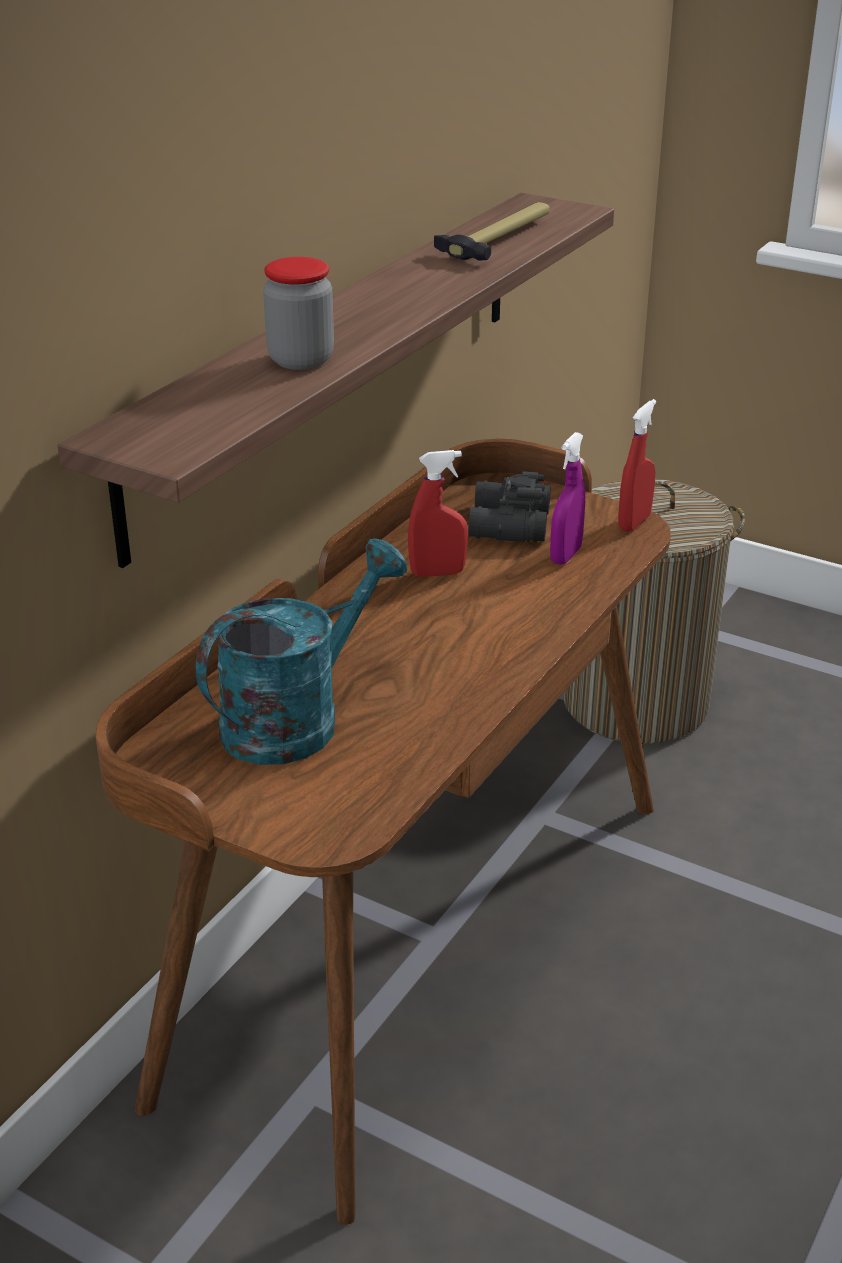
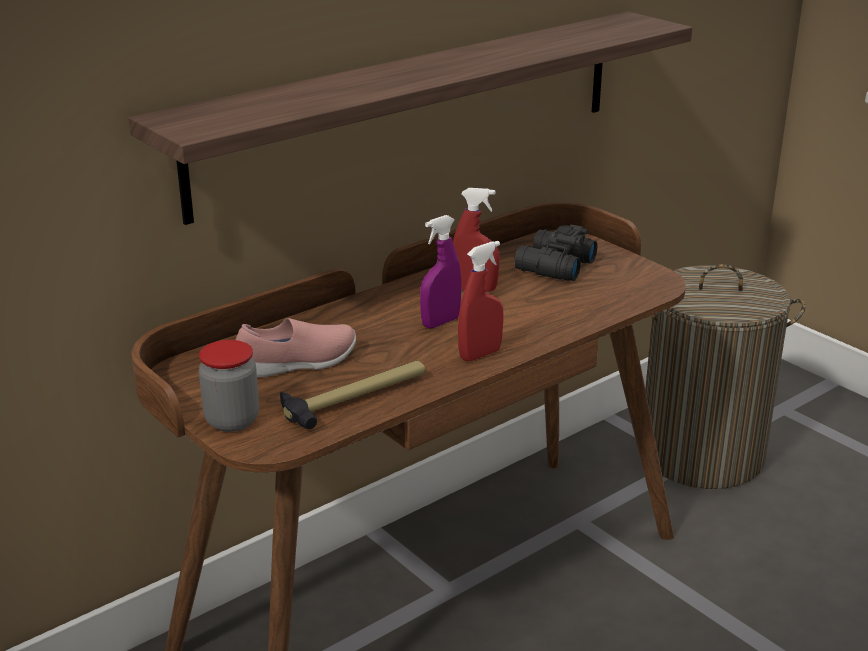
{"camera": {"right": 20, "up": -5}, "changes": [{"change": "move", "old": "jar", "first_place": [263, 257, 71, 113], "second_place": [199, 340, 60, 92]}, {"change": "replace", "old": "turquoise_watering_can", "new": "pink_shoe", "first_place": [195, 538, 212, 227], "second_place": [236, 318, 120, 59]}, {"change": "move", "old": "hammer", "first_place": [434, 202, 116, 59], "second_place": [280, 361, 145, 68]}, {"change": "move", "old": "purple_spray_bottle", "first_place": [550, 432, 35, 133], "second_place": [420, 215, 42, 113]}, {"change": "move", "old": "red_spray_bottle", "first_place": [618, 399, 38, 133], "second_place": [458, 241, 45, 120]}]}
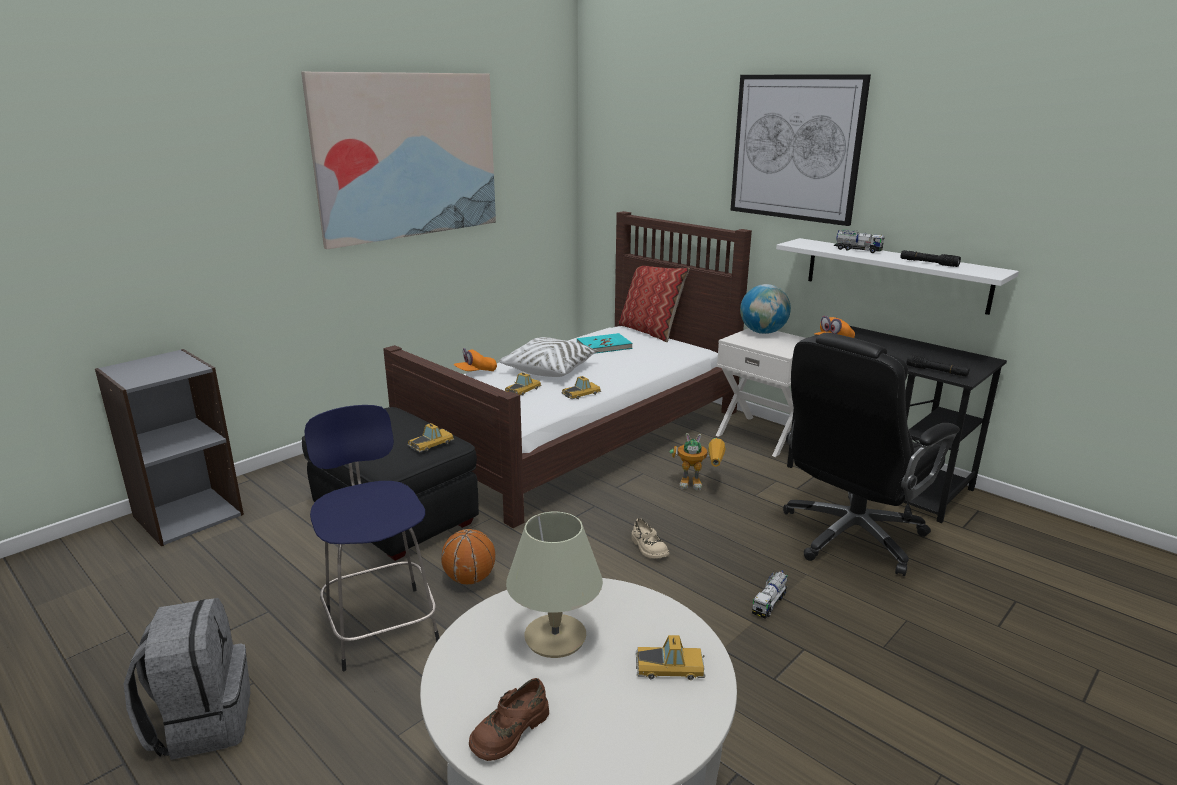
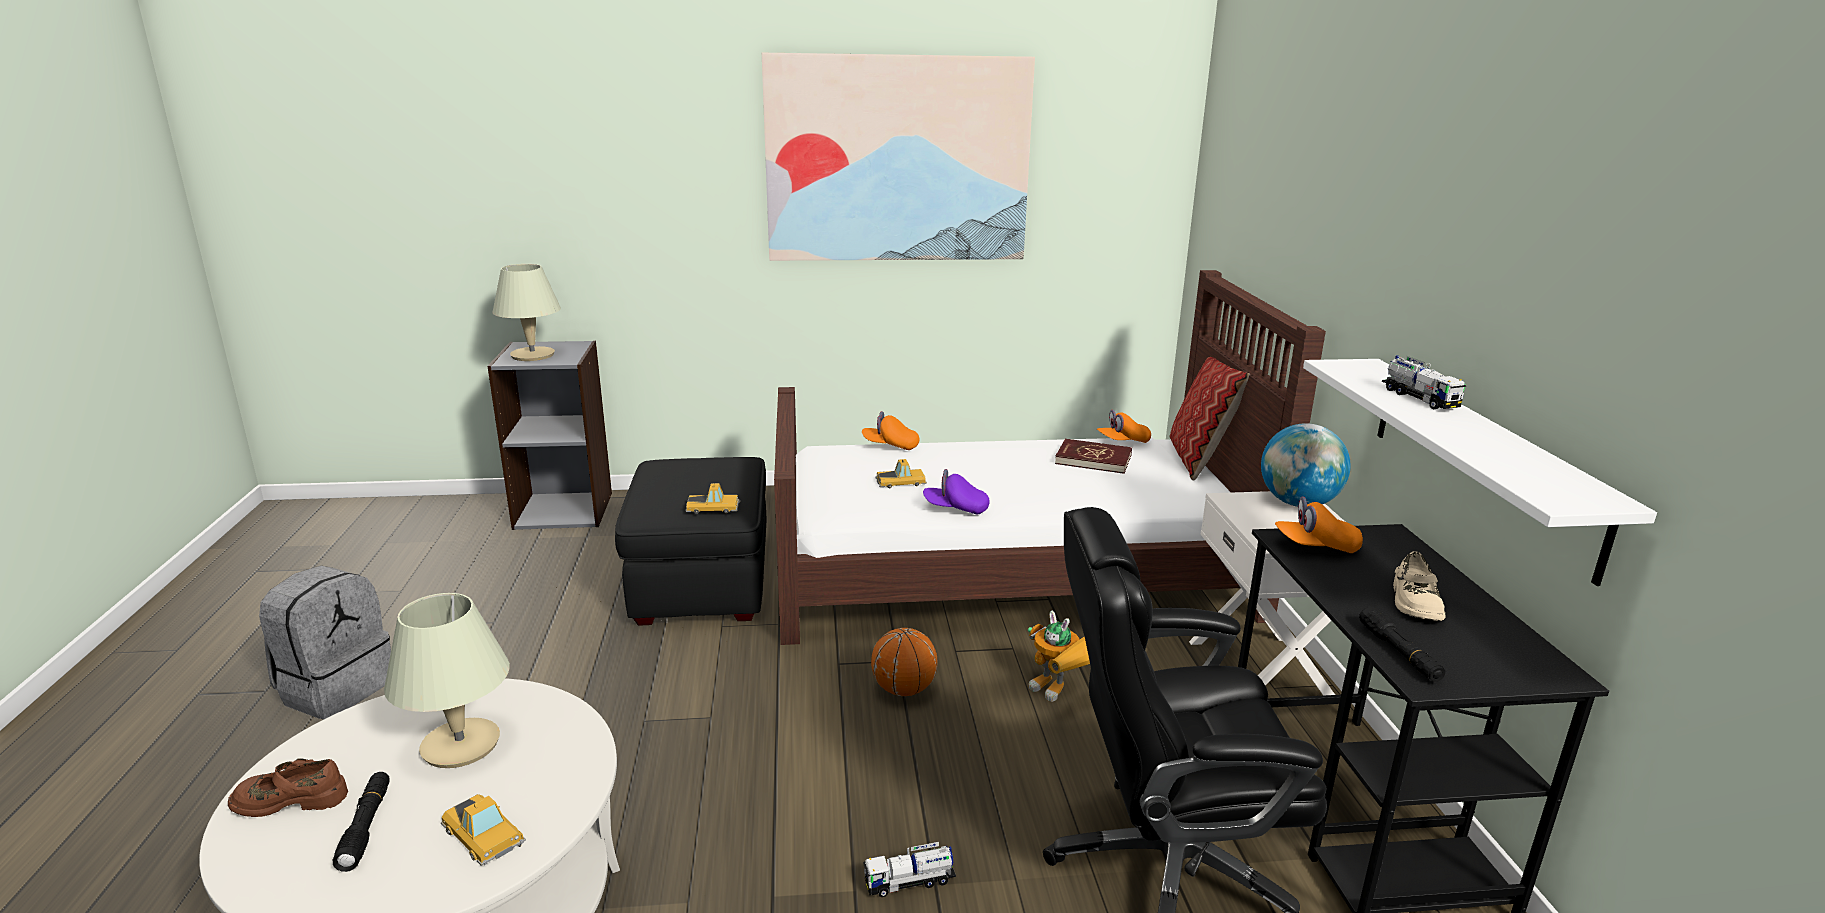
{"camera": {"right": 40, "up": 0}, "changes": [{"change": "move", "old": "black_flashlight", "first_place": [900, 250, 61, 17], "second_place": [333, 772, 57, 100]}, {"change": "insert", "new": "beige_table_lamp", "second_place": [492, 264, 69, 97]}, {"change": "move", "old": "basketball", "first_place": [441, 529, 54, 55], "second_place": [871, 628, 66, 68]}, {"change": "replace", "old": "toy_car", "new": "purple_cap", "first_place": [562, 376, 39, 23], "second_place": [923, 469, 67, 45]}, {"change": "recolor", "old": "turquoise_book", "new": "red_book", "first_place": [577, 333, 56, 20], "second_place": [1055, 439, 77, 35]}, {"change": "insert", "new": "orange_cap", "second_place": [1097, 410, 54, 33]}, {"change": "move", "old": "beige_shoe", "first_place": [631, 518, 39, 41], "second_place": [1393, 551, 52, 70]}, {"change": "delete", "old": "blue_stool", "first_place": [304, 405, 135, 266]}, {"change": "delete", "old": "white_pillow", "first_place": [498, 337, 101, 40]}, {"change": "delete", "old": "picture", "first_place": [731, 74, 140, 152]}]}
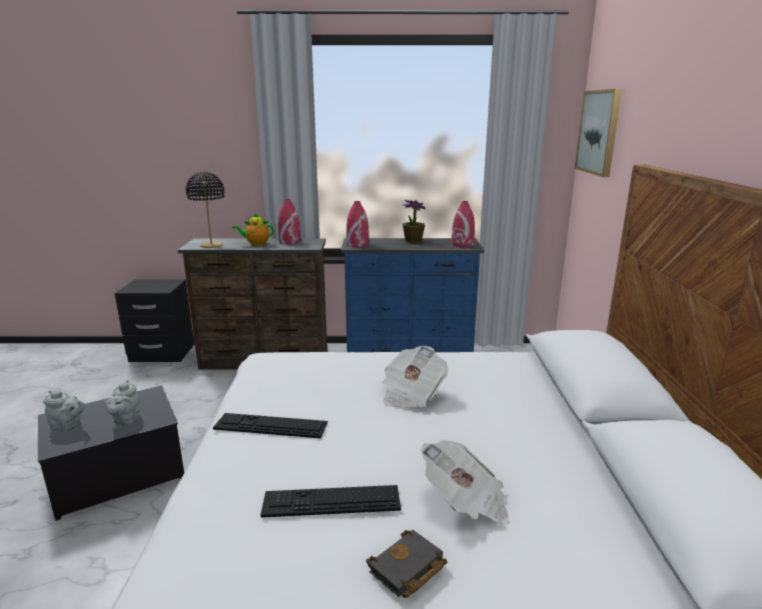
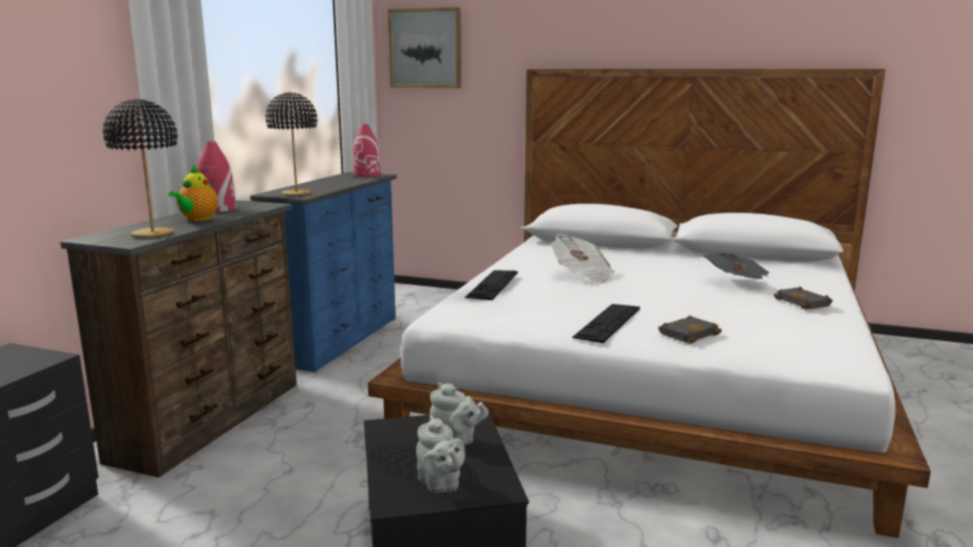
{"camera": {"right": -70, "up": -5}, "changes": [{"change": "replace", "old": "red_vase", "new": "black_table_lamp", "first_place": [346, 201, 23, 46], "second_place": [265, 92, 52, 103]}, {"change": "rotate", "old": "grey_teapot", "first_place": [43, 390, 43, 42], "second_place": [416, 415, 49, 78], "degrees": 120}, {"change": "move", "old": "keyboard", "first_place": [261, 485, 140, 33], "second_place": [465, 270, 53, 30]}, {"change": "insert", "new": "black_book", "second_place": [658, 315, 64, 29]}, {"change": "delete", "old": "potted_plant", "first_place": [402, 200, 24, 43]}]}
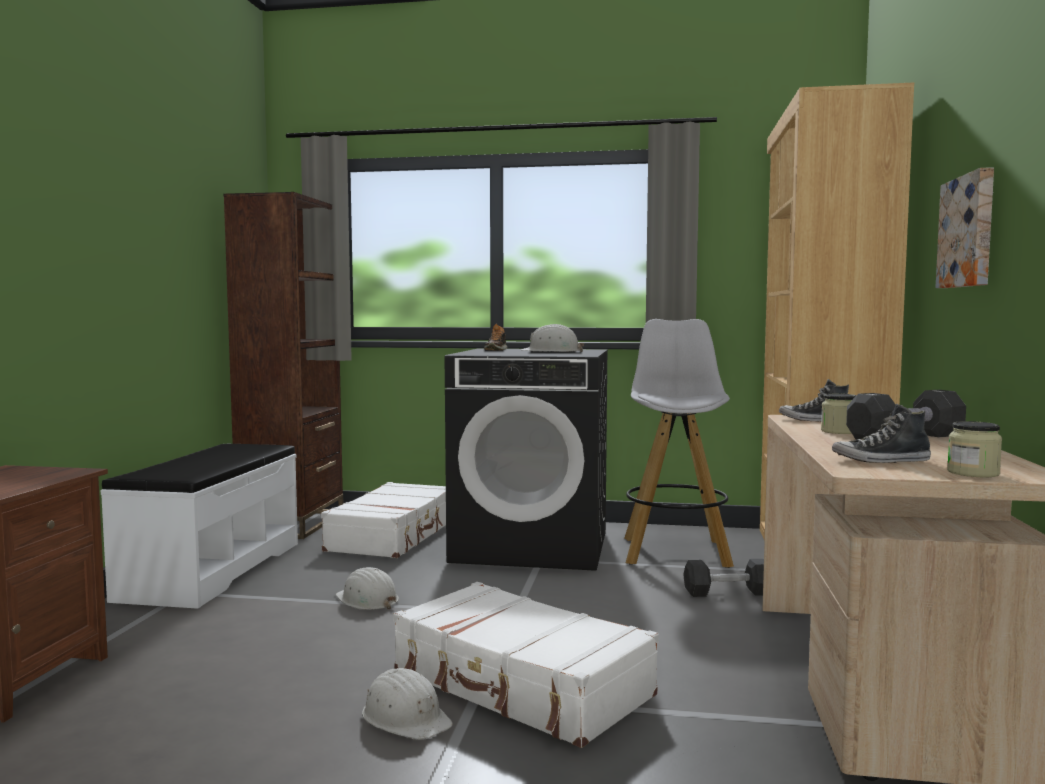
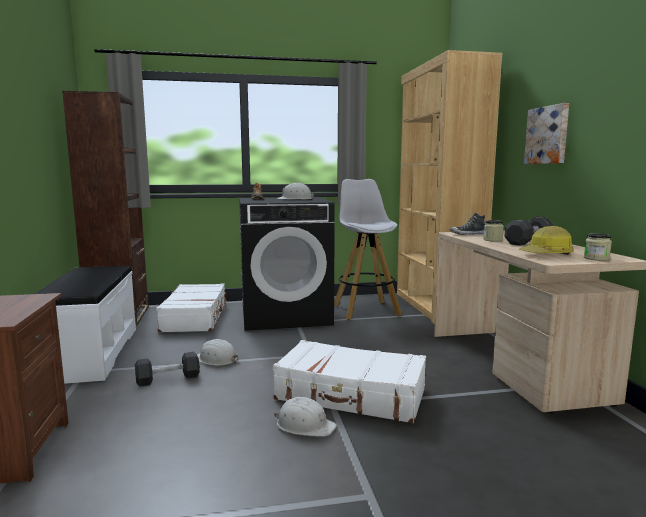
{"camera": {"right": -20, "up": 5}, "changes": [{"change": "move", "old": "black_dumbbell", "first_place": [683, 559, 81, 38], "second_place": [135, 352, 65, 35]}, {"change": "replace", "old": "shoe", "new": "hard_hat", "first_place": [832, 404, 99, 59], "second_place": [519, 226, 55, 29]}]}
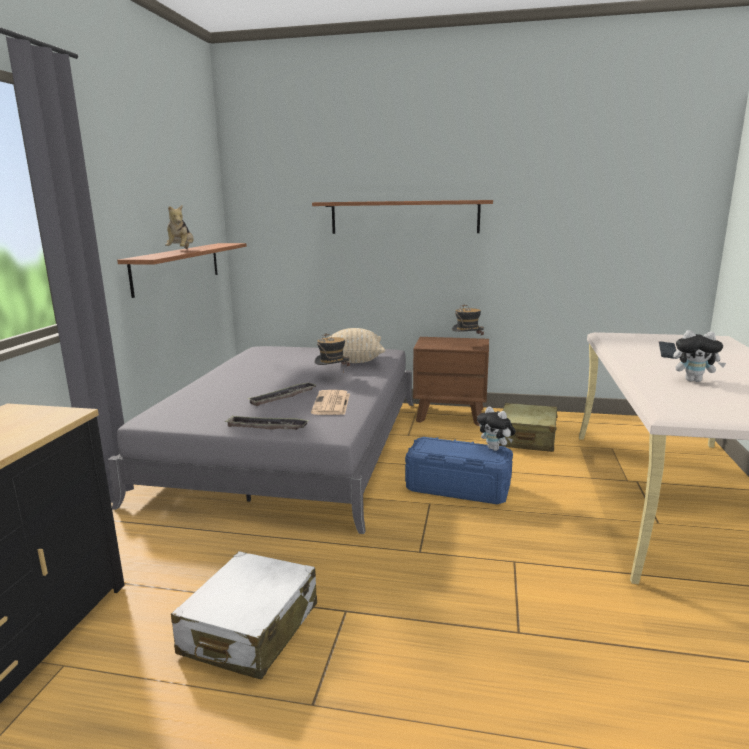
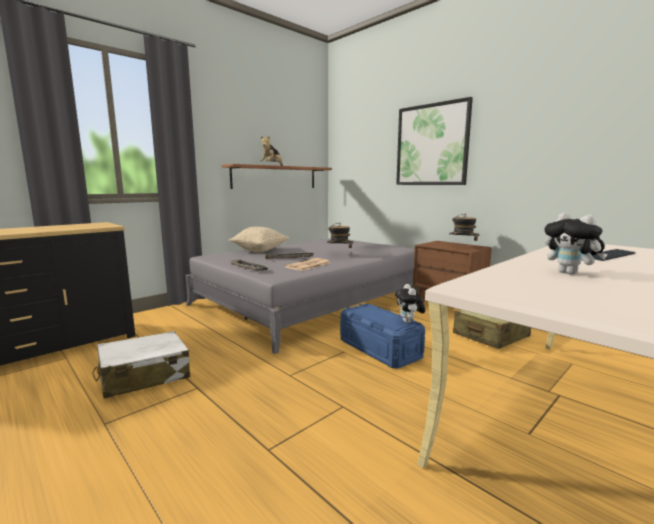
{"camera": {"right": 35, "up": -5}, "changes": [{"change": "move", "old": "beige_pillow", "first_place": [329, 328, 56, 35], "second_place": [229, 227, 60, 25]}, {"change": "replace", "old": "shelf", "new": "picture", "first_place": [312, 200, 181, 34], "second_place": [396, 97, 77, 88]}]}
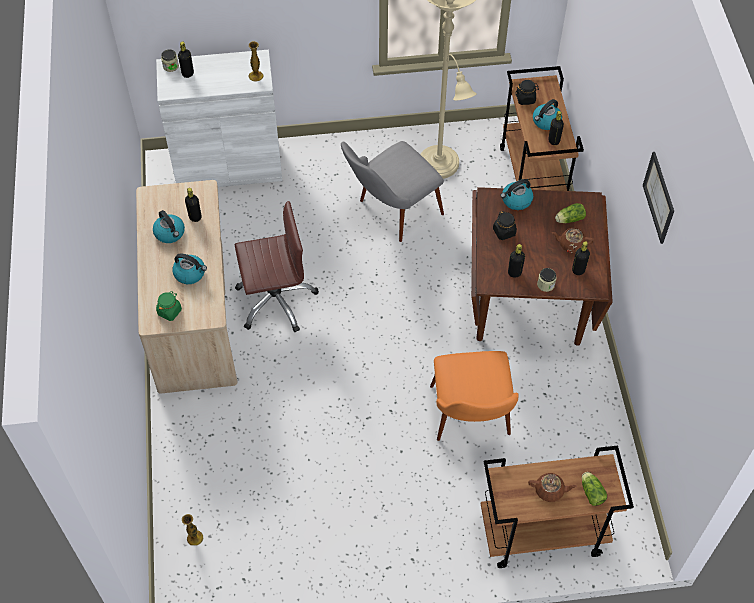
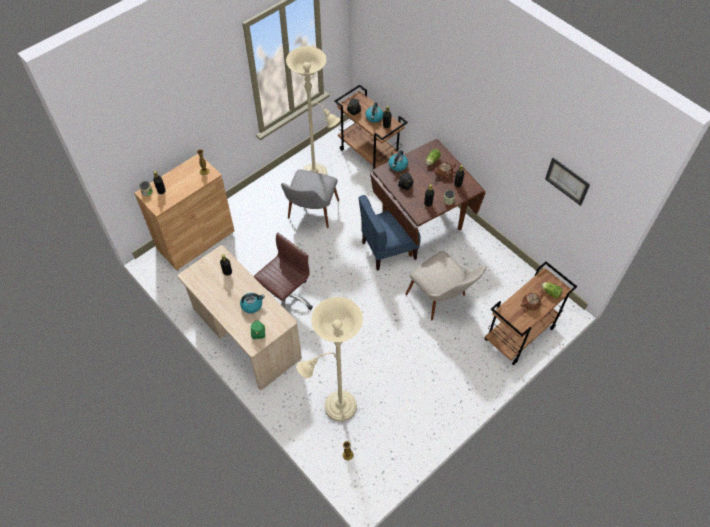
{"camera": {"right": -35, "up": 0}, "changes": [{"change": "recolor", "old": "white_cabinet", "new": "brown_cabinet", "first_place": [156, 50, 126, 137], "second_place": [134, 154, 101, 117]}, {"change": "insert", "new": "beige_floor_lamp", "second_place": [297, 297, 66, 125]}, {"change": "insert", "new": "blue_chair", "second_place": [359, 195, 62, 76]}, {"change": "recolor", "old": "orange_chair", "new": "beige_chair", "first_place": [430, 351, 89, 90], "second_place": [405, 251, 81, 69]}, {"change": "move", "old": "picture", "first_place": [643, 152, 31, 92], "second_place": [545, 158, 45, 48]}, {"change": "delete", "old": "kettle", "first_place": [153, 210, 32, 33]}]}
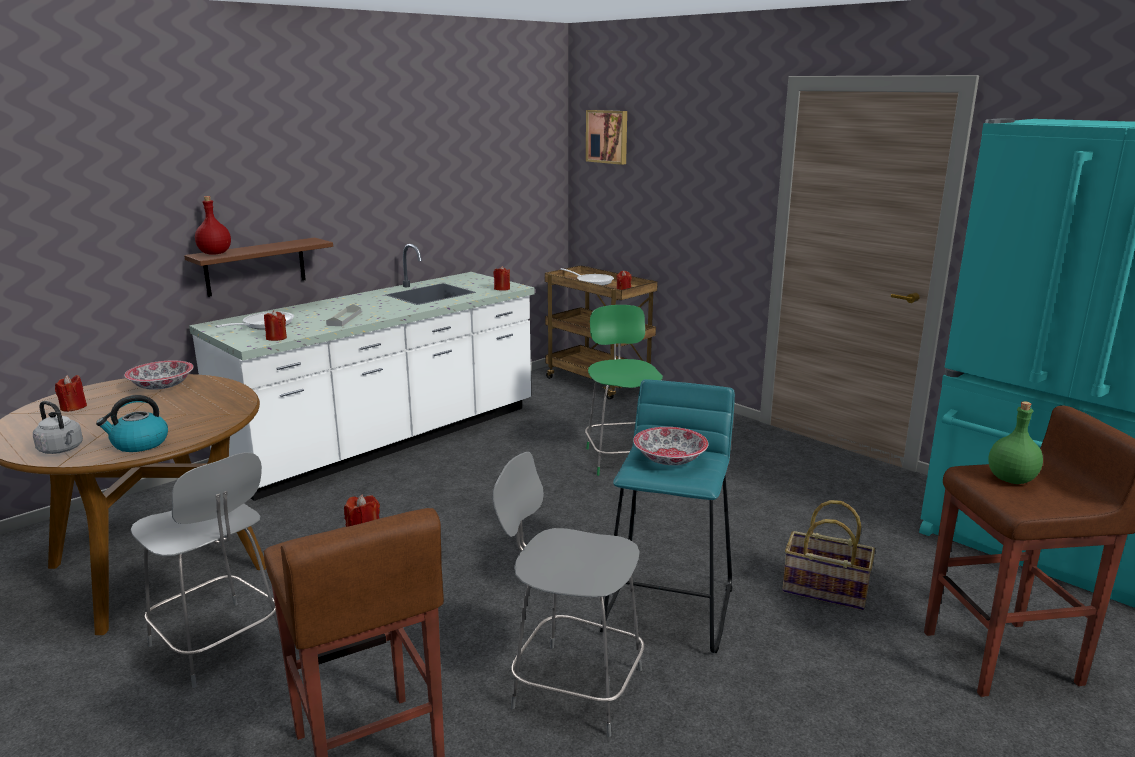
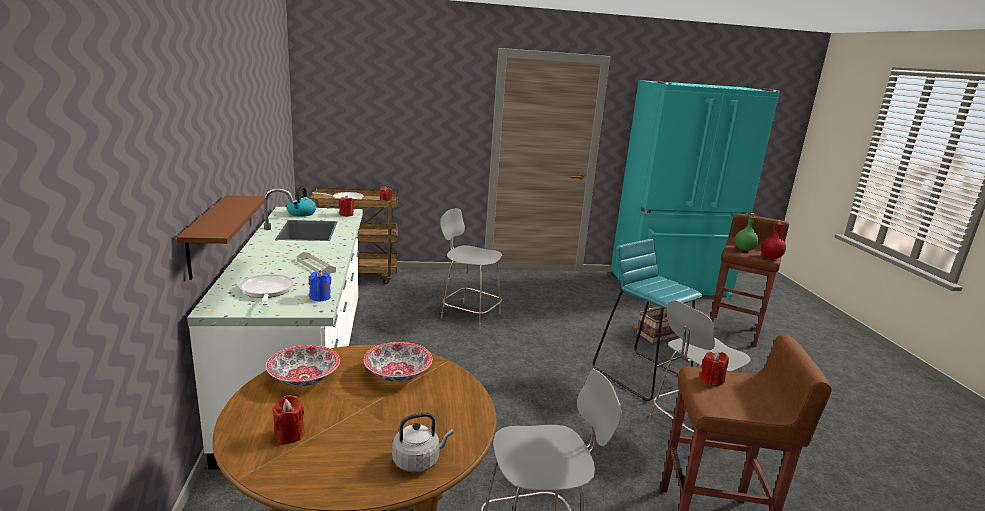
{"camera": {"right": -55, "up": 0}, "changes": [{"change": "move", "old": "kettle", "first_place": [96, 395, 72, 57], "second_place": [287, 187, 29, 30]}, {"change": "recolor", "old": "red_candle", "new": "blue_candle", "first_place": [264, 310, 23, 31], "second_place": [309, 270, 22, 32]}, {"change": "move", "old": "bowl", "first_place": [633, 427, 75, 38], "second_place": [364, 342, 68, 40]}, {"change": "recolor", "old": "green_chair", "new": "grey_chair", "first_place": [585, 305, 78, 171], "second_place": [440, 208, 62, 122]}, {"change": "move", "old": "red_bottle", "first_place": [195, 196, 36, 59], "second_place": [761, 220, 25, 39]}, {"change": "delete", "old": "picture", "first_place": [586, 110, 41, 55]}]}
